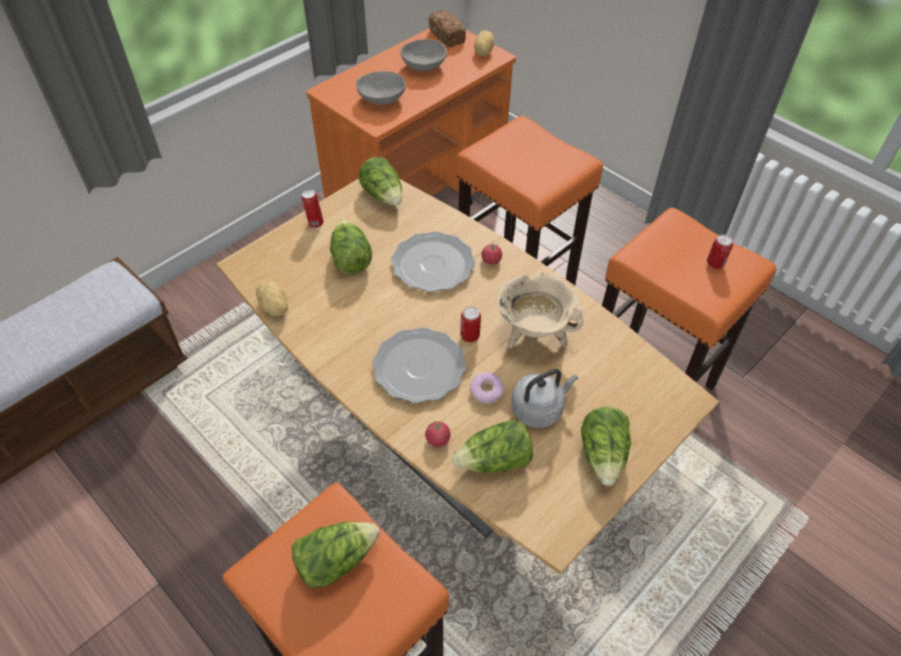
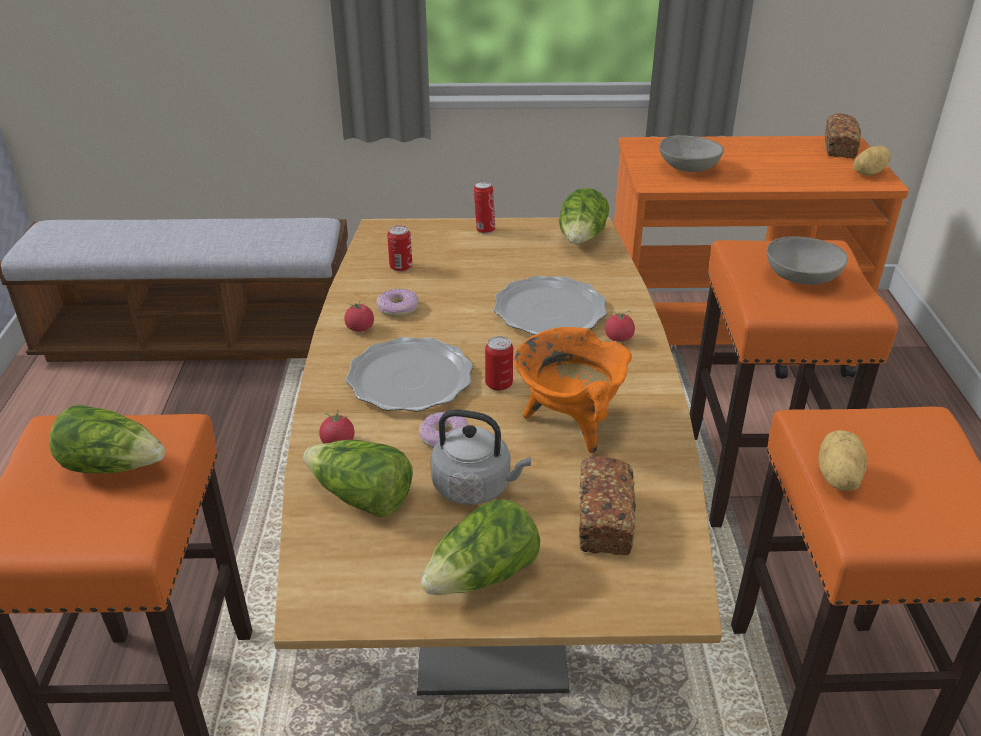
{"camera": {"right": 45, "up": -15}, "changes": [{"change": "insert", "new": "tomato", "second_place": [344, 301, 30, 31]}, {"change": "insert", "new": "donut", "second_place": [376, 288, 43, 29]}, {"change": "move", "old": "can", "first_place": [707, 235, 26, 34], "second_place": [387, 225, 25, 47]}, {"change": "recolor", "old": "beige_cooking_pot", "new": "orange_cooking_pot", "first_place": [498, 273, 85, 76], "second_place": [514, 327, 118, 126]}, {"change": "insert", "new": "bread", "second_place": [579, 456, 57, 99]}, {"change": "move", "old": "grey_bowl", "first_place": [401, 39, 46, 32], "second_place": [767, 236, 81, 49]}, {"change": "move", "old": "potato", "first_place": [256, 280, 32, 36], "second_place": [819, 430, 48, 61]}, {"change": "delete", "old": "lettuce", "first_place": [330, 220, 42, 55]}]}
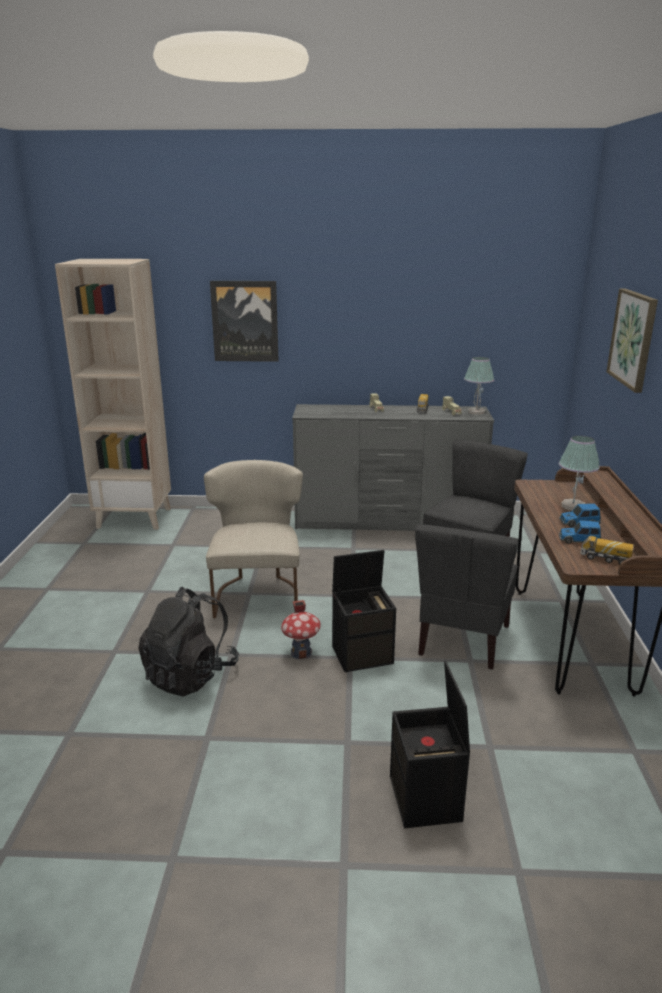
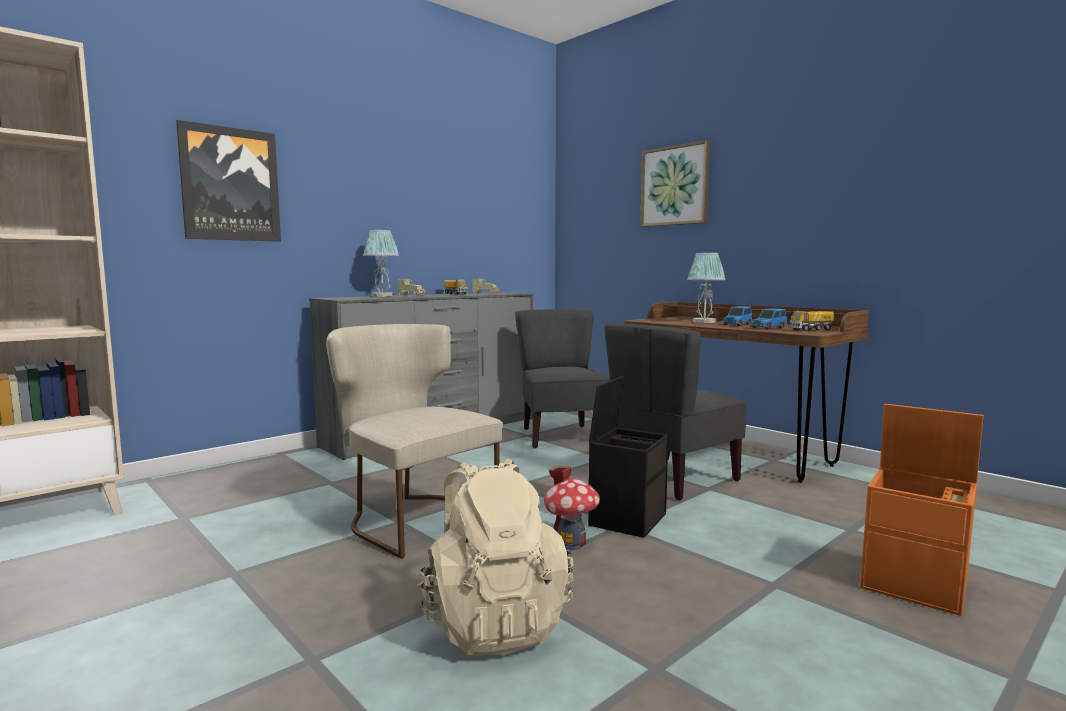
{"camera": {"right": -45, "up": -15}, "changes": [{"change": "move", "old": "table_lamp", "first_place": [464, 357, 30, 58], "second_place": [363, 230, 36, 67]}, {"change": "recolor", "old": "black_backpack", "new": "beige_backpack", "first_place": [138, 587, 101, 110], "second_place": [417, 459, 157, 197]}, {"change": "rotate", "old": "grey_chair", "first_place": [415, 524, 104, 146], "second_place": [605, 324, 142, 176], "degrees": 75}, {"change": "recolor", "old": "black_storage_box", "new": "orange_storage_box", "first_place": [390, 661, 80, 167], "second_place": [860, 404, 124, 212]}]}
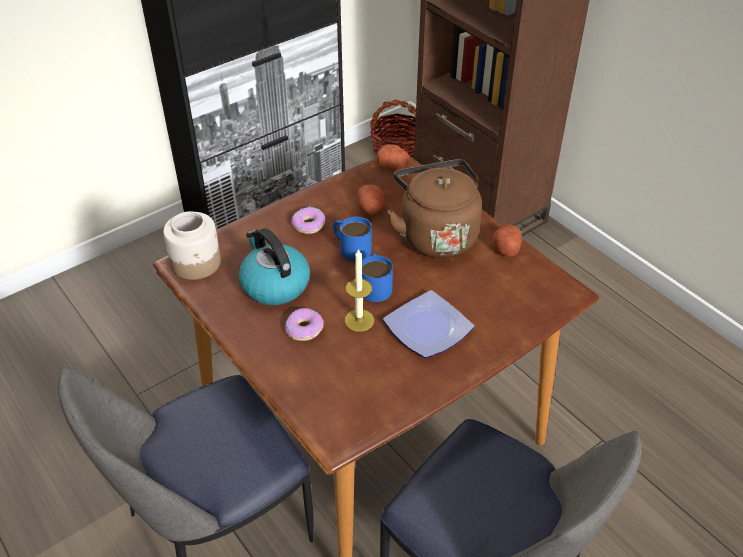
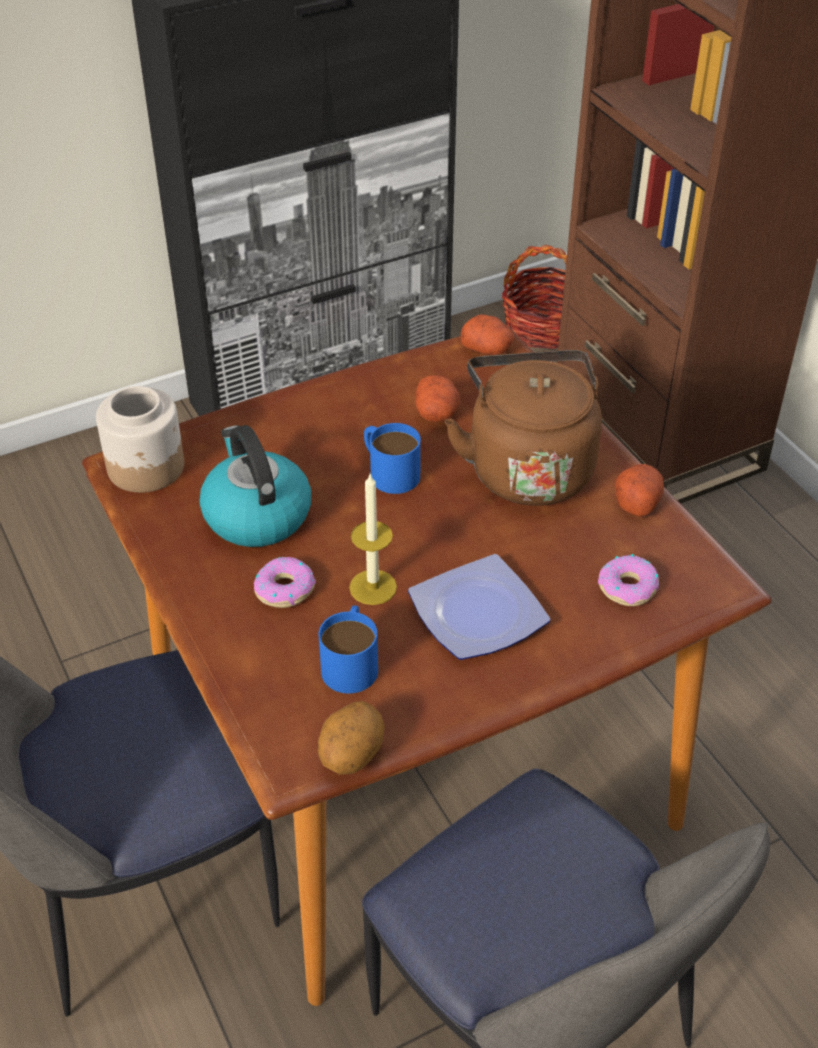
{"camera": {"right": 10, "up": 0}, "changes": [{"change": "insert", "new": "potato", "second_place": [318, 701, 67, 74]}, {"change": "move", "old": "blue_mug", "first_place": [362, 253, 31, 49], "second_place": [319, 605, 59, 89]}, {"change": "move", "old": "donut", "first_place": [291, 206, 34, 28], "second_place": [598, 554, 61, 52]}]}
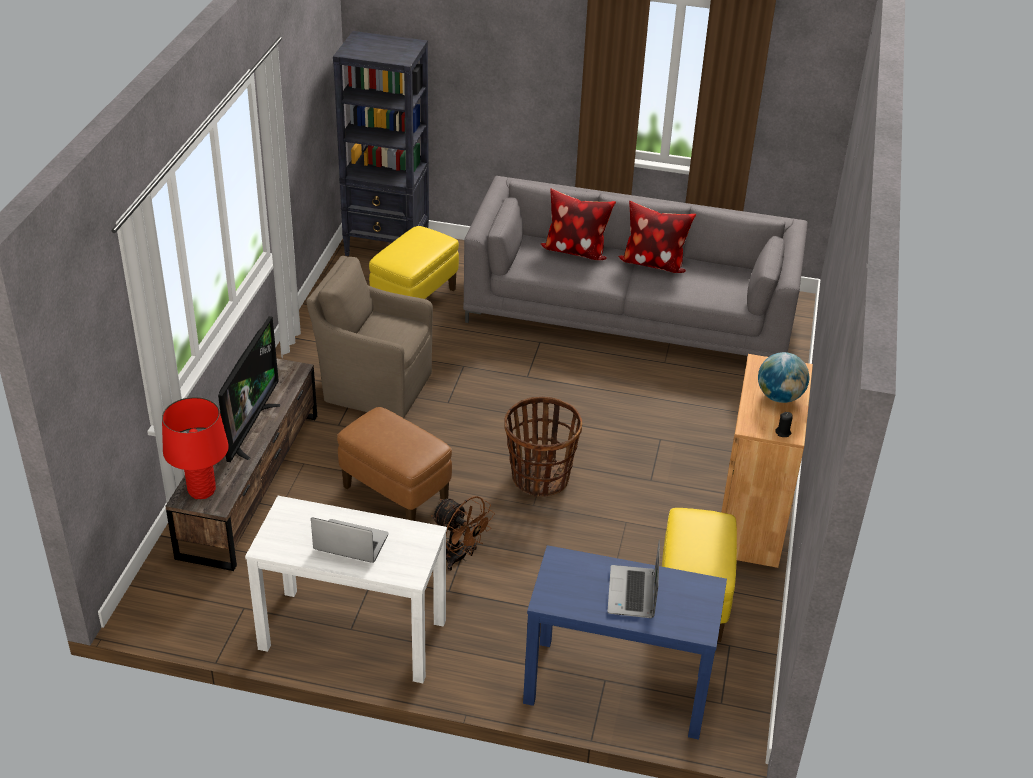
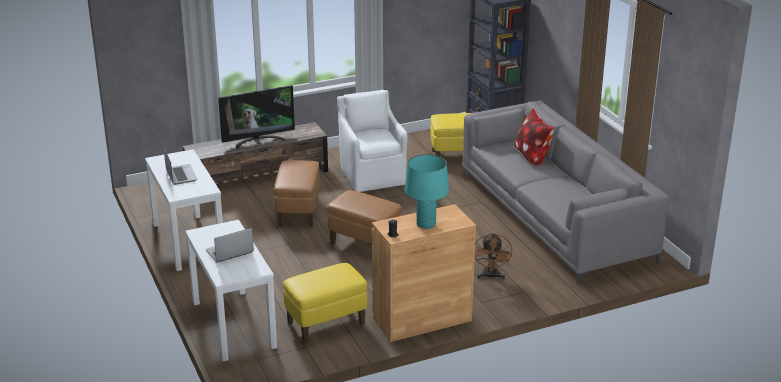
{"camera": {"right": 55, "up": -10}, "changes": [{"change": "recolor", "old": "blue_console_table", "new": "white_console_table", "first_place": [523, 545, 204, 195], "second_place": [185, 220, 92, 141]}, {"change": "replace", "old": "basket", "new": "brown_ottoman", "first_place": [504, 397, 78, 100], "second_place": [327, 190, 75, 55]}, {"change": "recolor", "old": "brown_armchair", "new": "white_armchair", "first_place": [306, 256, 127, 162], "second_place": [337, 90, 70, 102]}, {"change": "replace", "old": "globe", "new": "turquoise_table_lamp", "first_place": [758, 352, 51, 51], "second_place": [405, 154, 44, 75]}, {"change": "move", "old": "brown_fan", "first_place": [431, 496, 64, 75], "second_place": [475, 233, 38, 46]}, {"change": "delete", "old": "red_table_lamp", "first_place": [162, 397, 67, 102]}, {"change": "delete", "old": "pillow", "first_place": [618, 201, 78, 72]}]}
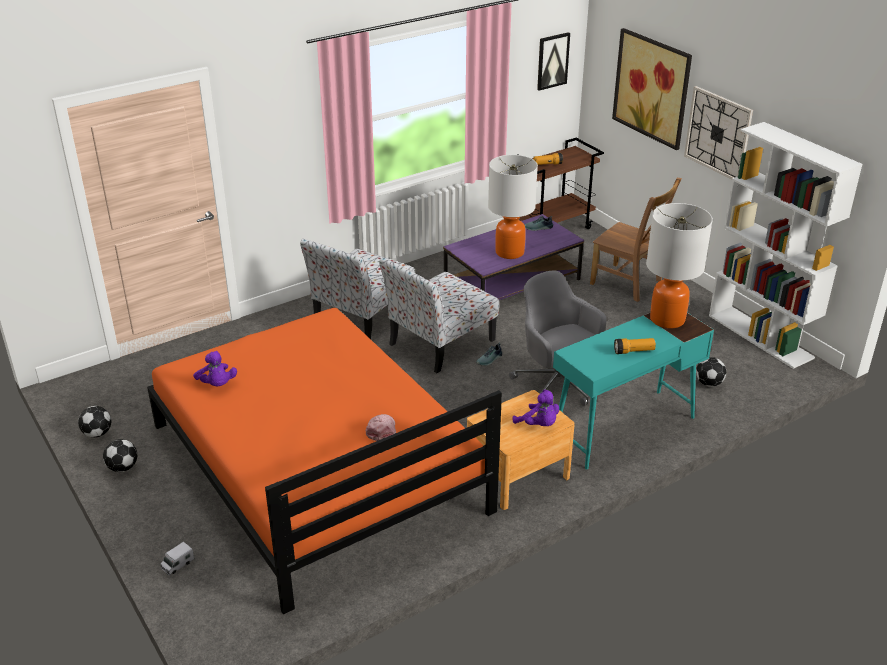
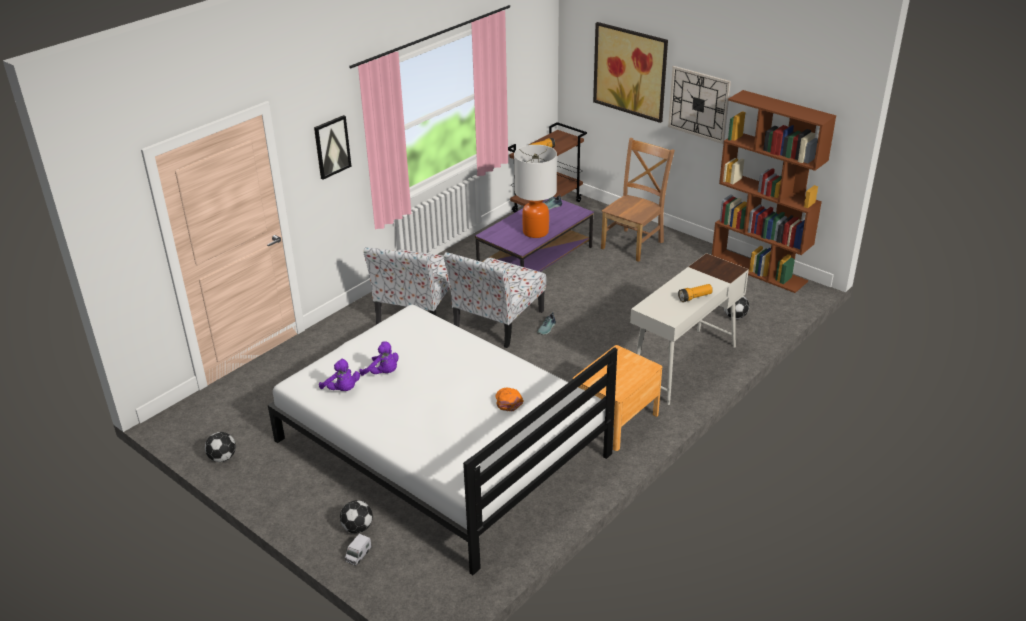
{"camera": {"right": -15, "up": 0}, "changes": [{"change": "recolor", "old": "orange_bed", "new": "white_bed", "first_place": [147, 308, 355, 306], "second_place": [268, 305, 349, 270]}, {"change": "move", "old": "picture", "first_place": [537, 32, 33, 59], "second_place": [314, 115, 38, 64]}, {"change": "move", "old": "football", "first_place": [103, 439, 35, 33], "second_place": [340, 500, 33, 33]}, {"change": "move", "old": "purple_plush_toy", "first_place": [512, 389, 47, 37], "second_place": [359, 342, 40, 34]}, {"change": "recolor", "old": "pink_cap", "new": "orange_cap", "first_place": [366, 414, 30, 27], "second_place": [495, 388, 29, 23]}, {"change": "rotate", "old": "brown_chair", "first_place": [590, 178, 92, 124], "second_place": [601, 138, 74, 124], "degrees": -75}, {"change": "recolor", "old": "turquoise_desk", "new": "white_desk", "first_place": [553, 313, 161, 157], "second_place": [630, 253, 119, 152]}, {"change": "recolor", "old": "white_bookcase", "new": "brown_bookcase", "first_place": [709, 122, 154, 247], "second_place": [712, 90, 124, 203]}, {"change": "delete", "old": "grey_office_chair", "first_place": [509, 271, 98, 135]}, {"change": "delete", "old": "table_lamp", "first_place": [646, 203, 67, 125]}]}
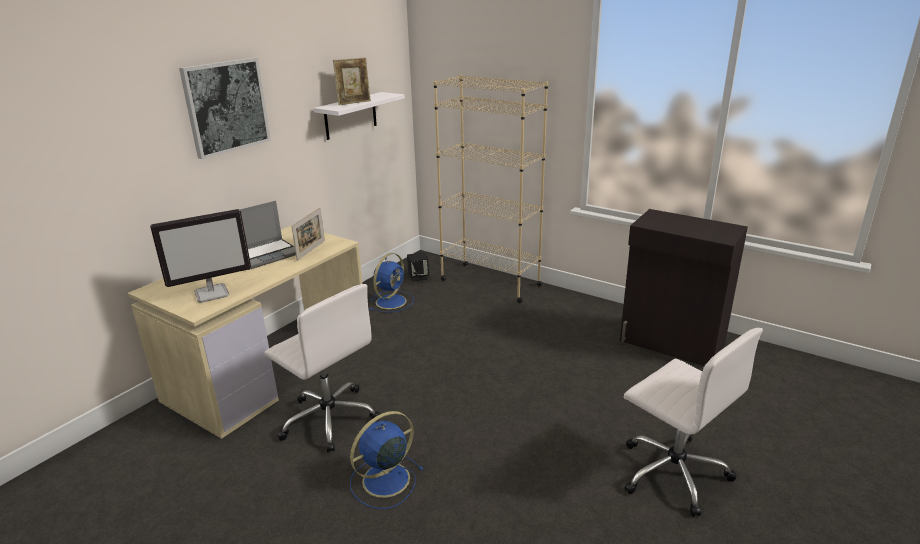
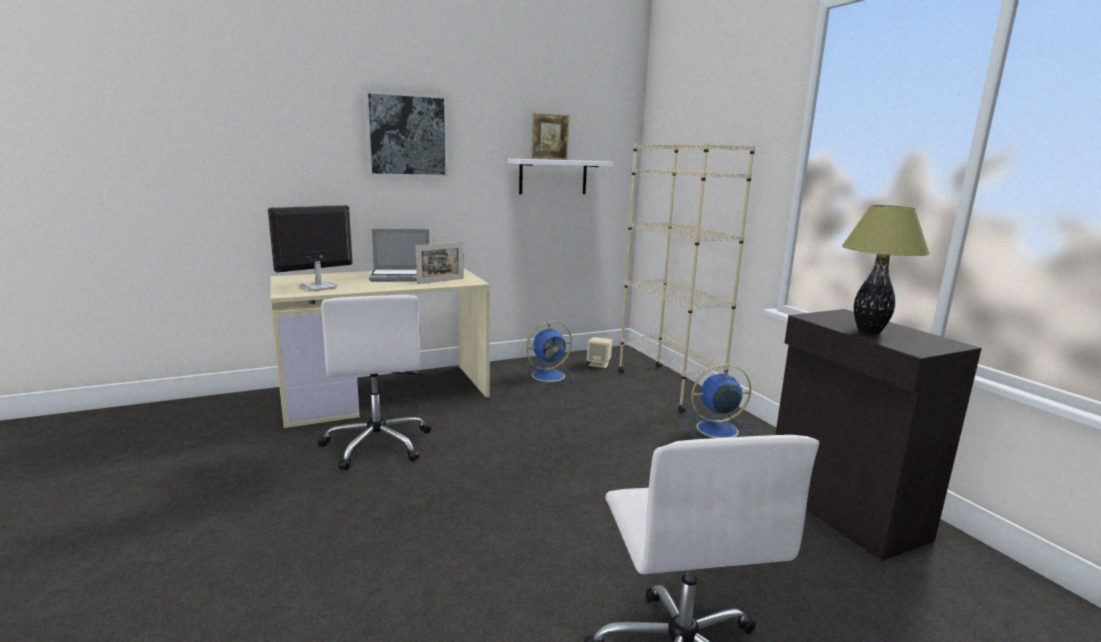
{"camera": {"right": 30, "up": -10}, "changes": [{"change": "rotate", "old": "monitor", "first_place": [150, 209, 101, 94], "second_place": [268, 205, 85, 86], "degrees": 135}, {"change": "recolor", "old": "black_speaker", "new": "beige_speaker", "first_place": [407, 252, 22, 29], "second_place": [587, 337, 25, 31]}, {"change": "move", "old": "blue_fan", "first_place": [350, 411, 73, 98], "second_place": [685, 364, 68, 75]}, {"change": "insert", "new": "table_lamp", "second_place": [842, 205, 88, 129]}]}
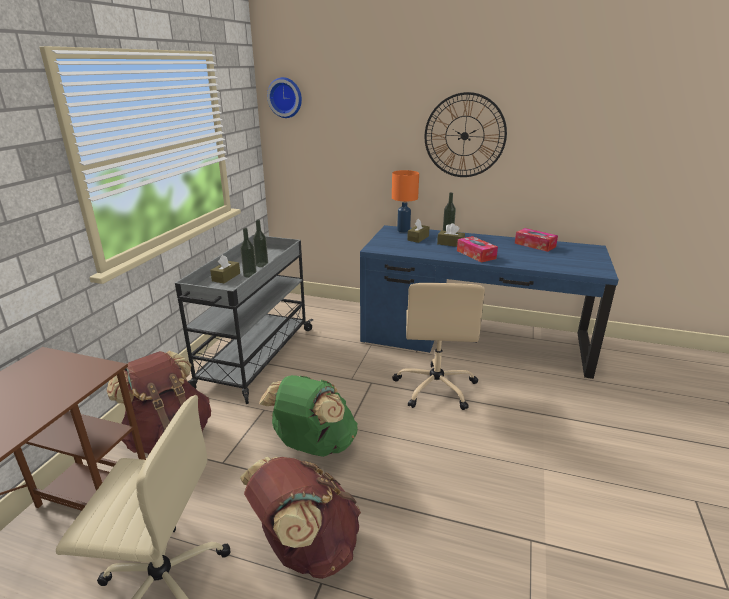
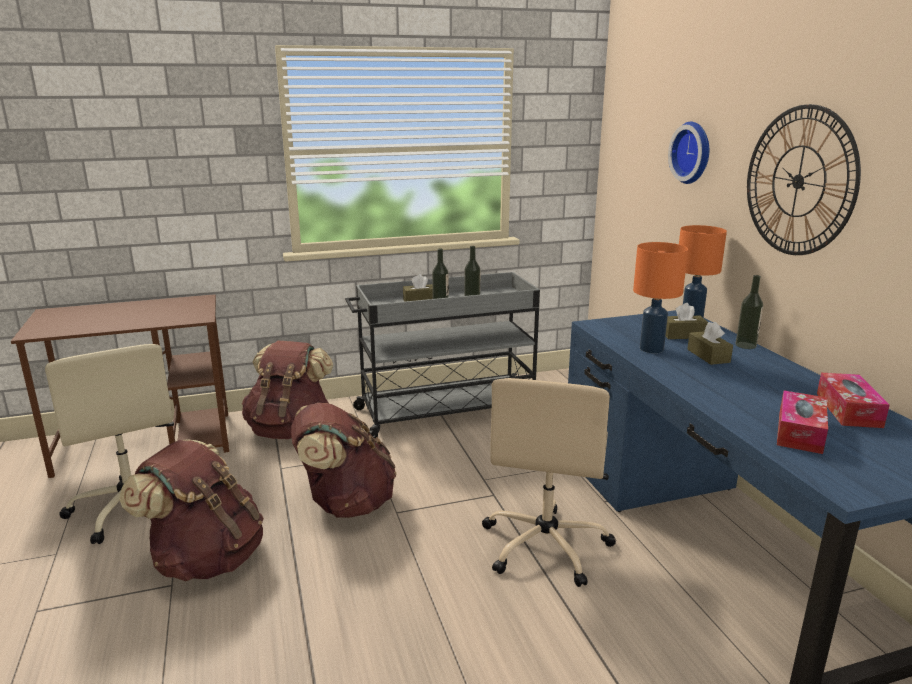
{"camera": {"right": 55, "up": -5}, "changes": [{"change": "recolor", "old": "green_backpack", "new": "brown_backpack", "first_place": [259, 375, 99, 82], "second_place": [292, 403, 105, 115]}, {"change": "rotate", "old": "beige_office_chair", "first_place": [393, 283, 92, 127], "second_place": [482, 378, 134, 209], "degrees": -45}, {"change": "insert", "new": "orange_table_lamp", "second_place": [633, 242, 55, 111]}, {"change": "move", "old": "wall_clock", "first_place": [267, 77, 35, 41], "second_place": [668, 122, 41, 62]}, {"change": "move", "old": "tissue_box", "first_place": [457, 236, 41, 27], "second_place": [777, 391, 51, 63]}]}
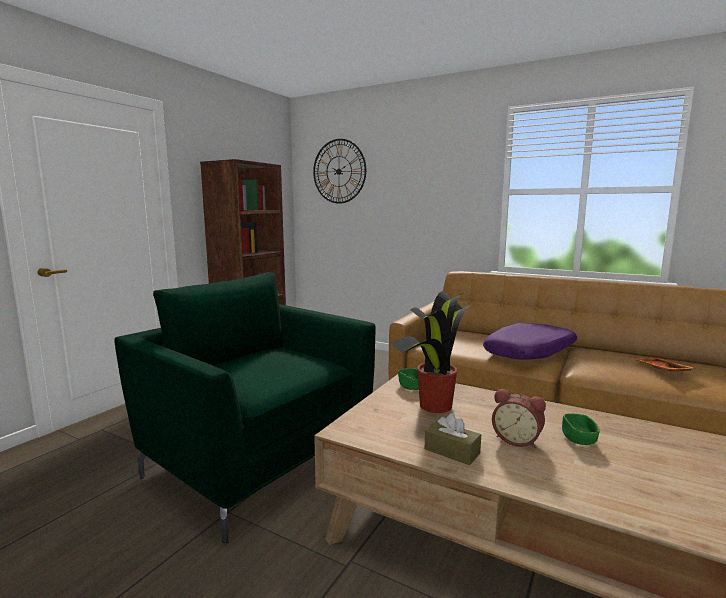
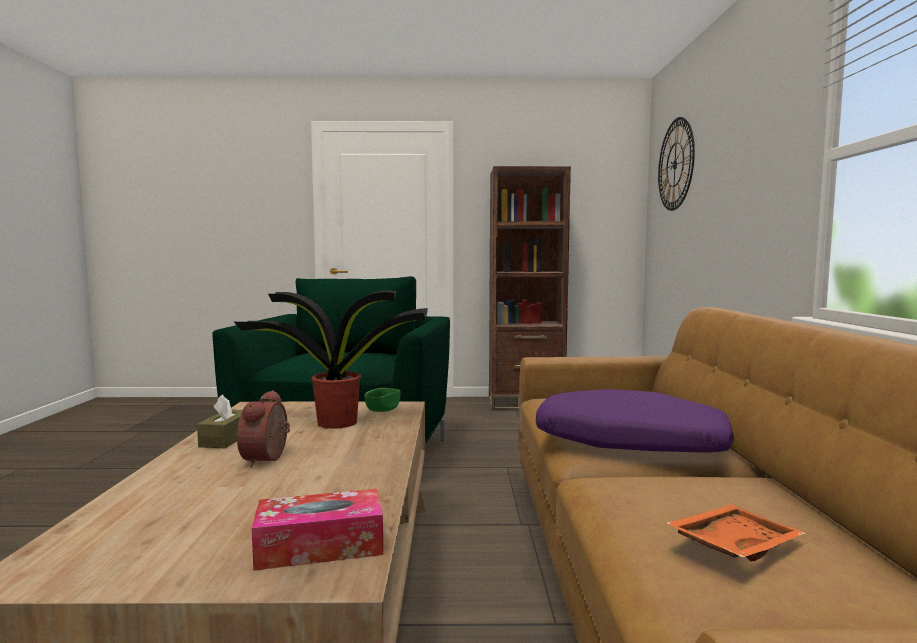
{"camera": {"right": 60, "up": -5}, "changes": [{"change": "insert", "new": "tissue_box", "second_place": [252, 489, 131, 82]}, {"change": "delete", "old": "green_bowl", "first_place": [562, 414, 38, 31]}]}
